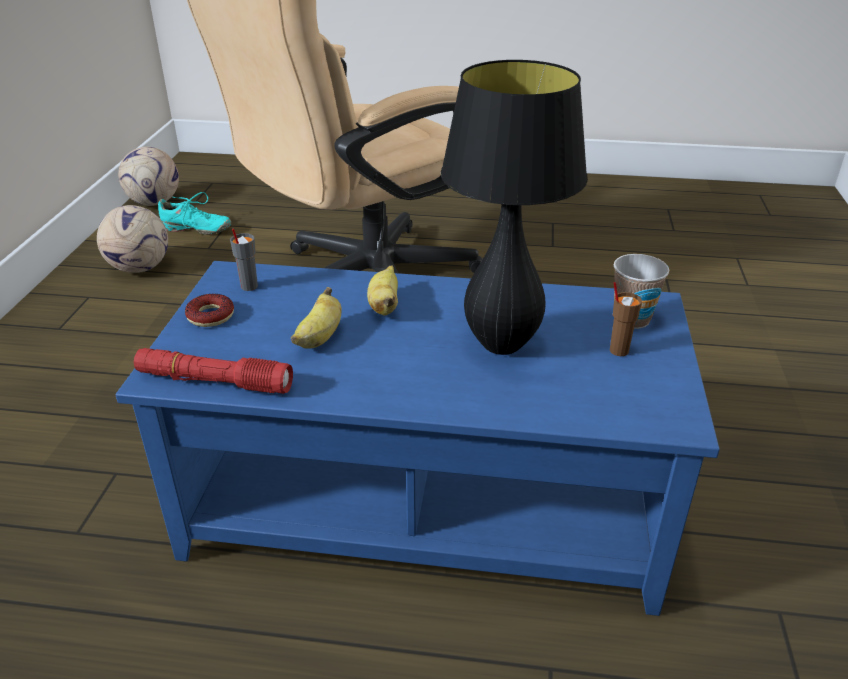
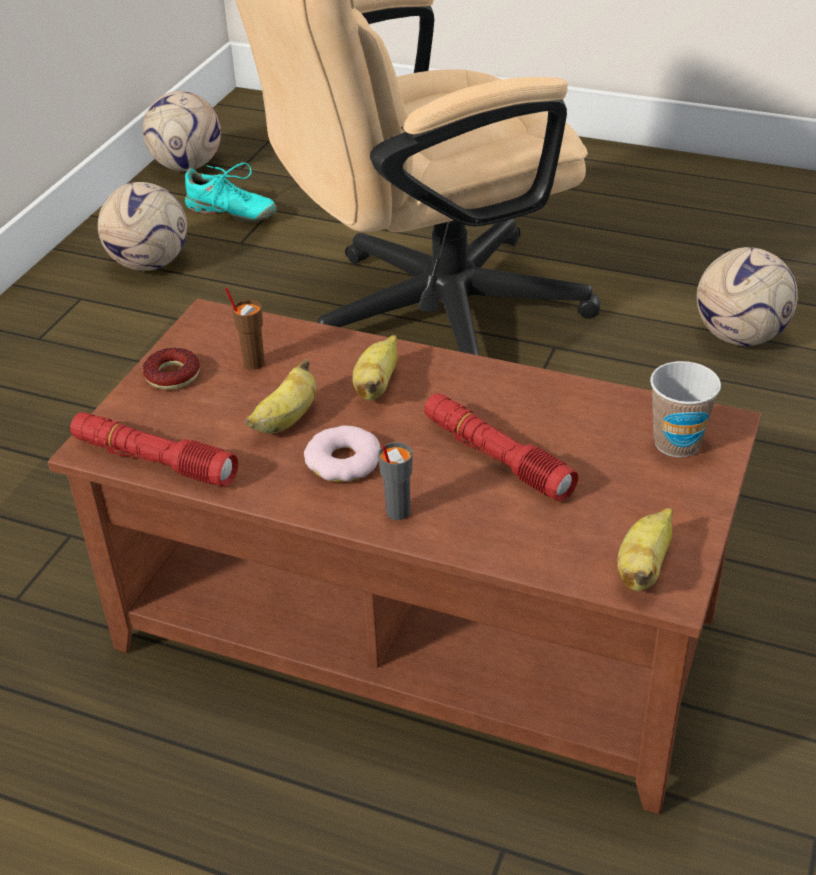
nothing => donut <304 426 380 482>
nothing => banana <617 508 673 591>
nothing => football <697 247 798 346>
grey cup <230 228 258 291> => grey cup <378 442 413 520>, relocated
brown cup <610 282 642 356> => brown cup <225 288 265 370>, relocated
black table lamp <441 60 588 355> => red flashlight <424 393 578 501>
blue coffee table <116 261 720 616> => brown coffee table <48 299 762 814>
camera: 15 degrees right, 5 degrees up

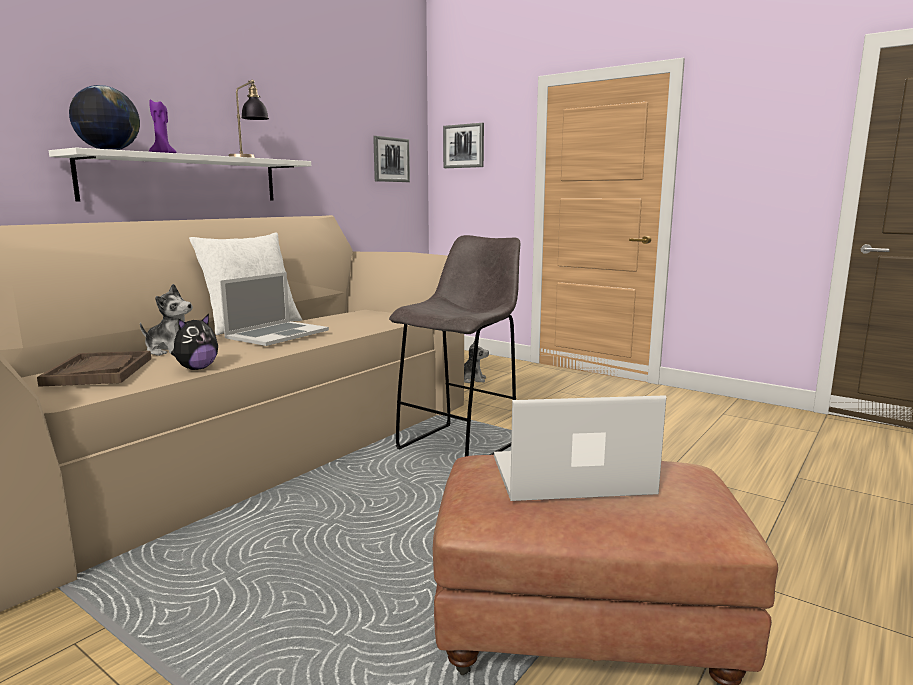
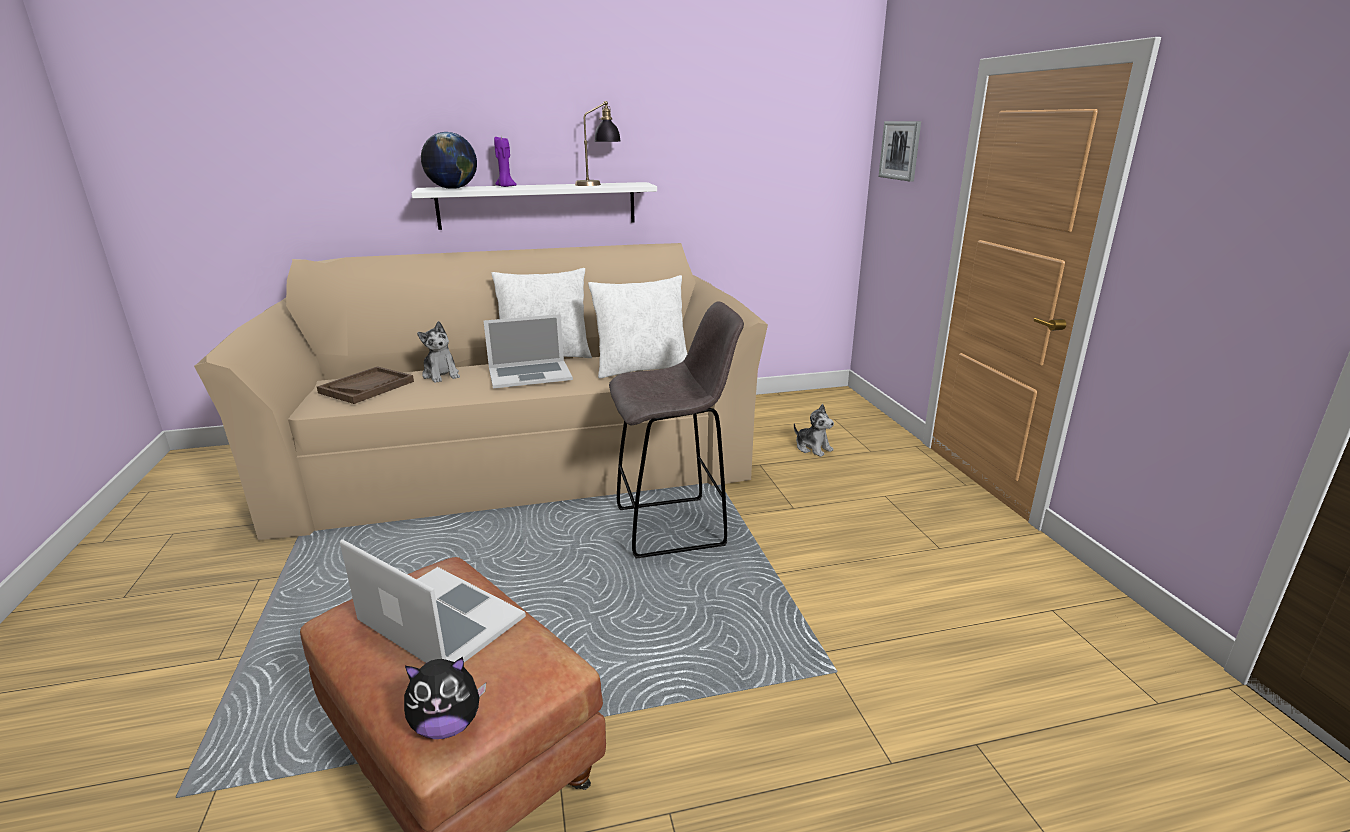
picture <373 136 410 182> => nothing
nothing => white pillow <588 275 687 379>
plush toy <171 314 218 370> => plush toy <404 657 486 739>, relocated
camera: 40 degrees right, 10 degrees up

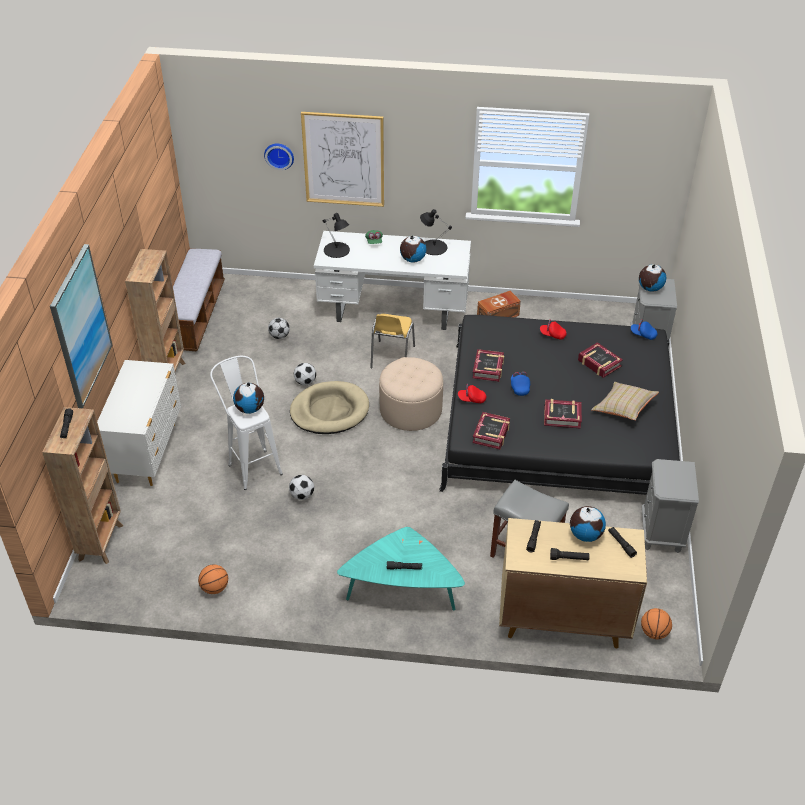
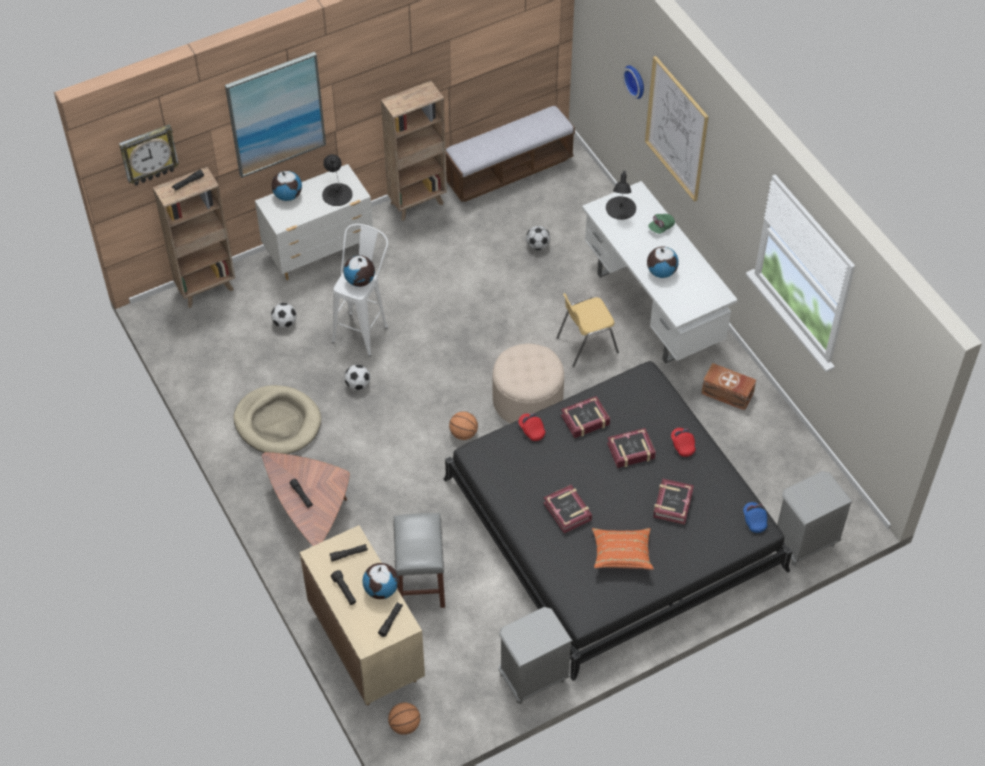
blue cap <511 372 530 396> => nothing
nothing => wall clock <119 125 179 186>
basketball <198 564 228 594> => basketball <449 411 478 440>, relocated
beige dog bed <290 381 369 434> => beige dog bed <233 385 321 454>, relocated
football <294 363 316 385> => football <271 303 297 328>, relocated
black table lamp <420 209 452 255> => black table lamp <322 154 353 206>, relocated
book <472 412 510 450> => book <607 428 656 468>, relocated
globe <639 264 666 292> => globe <271 171 302 201>, relocated
turquoise coffee table <337 527 465 611> => brown coffee table <262 452 350 546>
beige pillow <591 382 659 420> => orange pillow <592 528 654 570>
camera: 55 degrees right, 10 degrees up

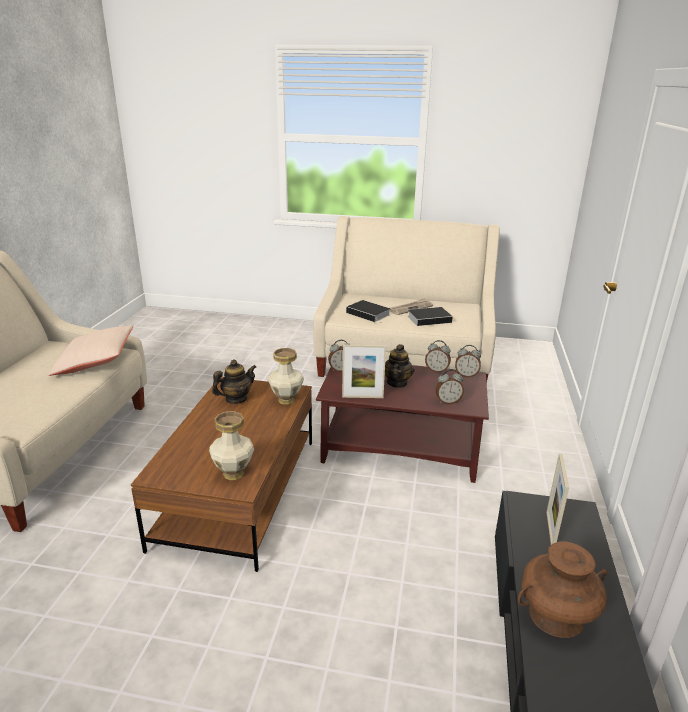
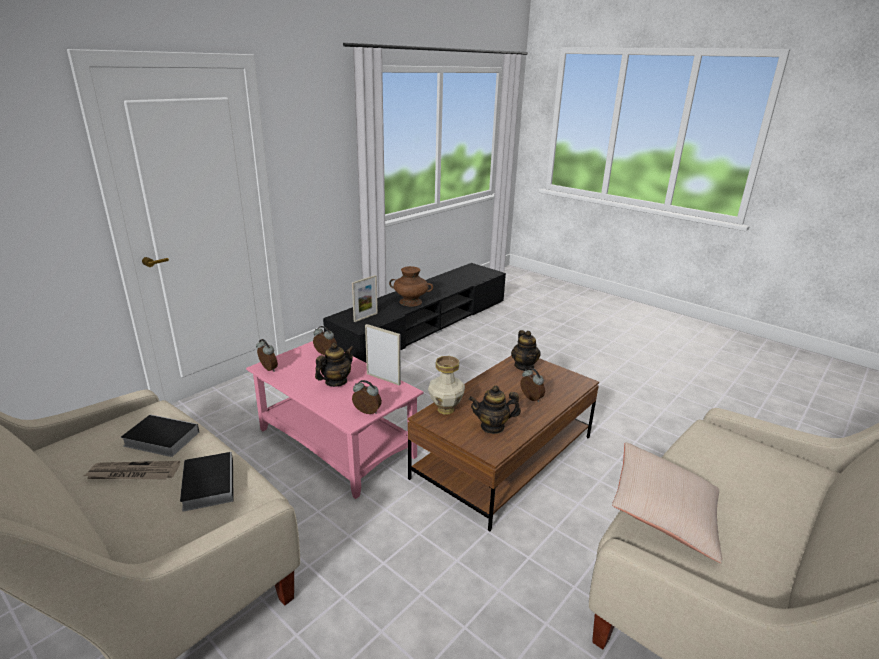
alarm clock <425 340 451 373> => alarm clock <520 368 545 402>, relocated
vase <209 411 254 480> => teapot <511 330 541 371>
brown coffee table <316 365 489 483> => pink coffee table <246 341 423 499>
camera: 150 degrees left, 0 degrees up

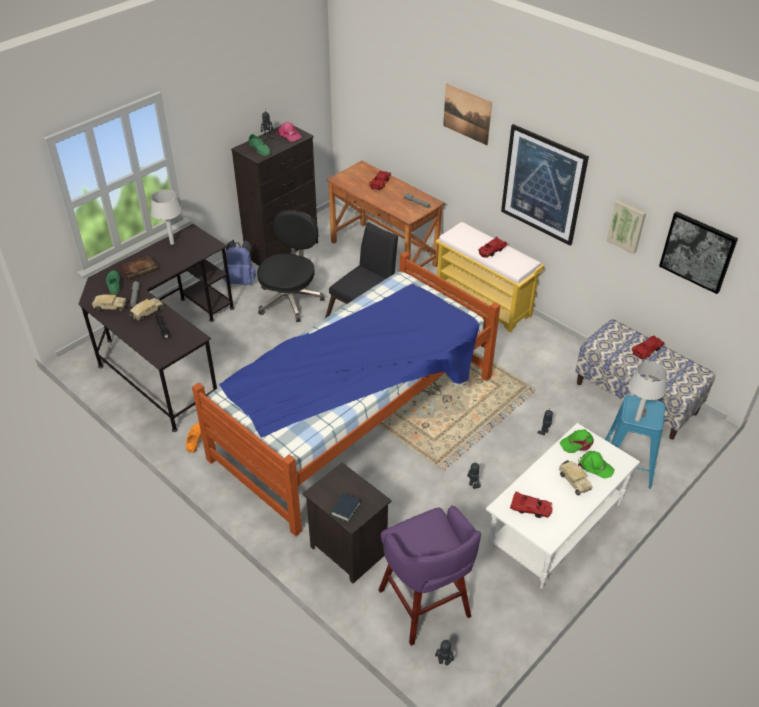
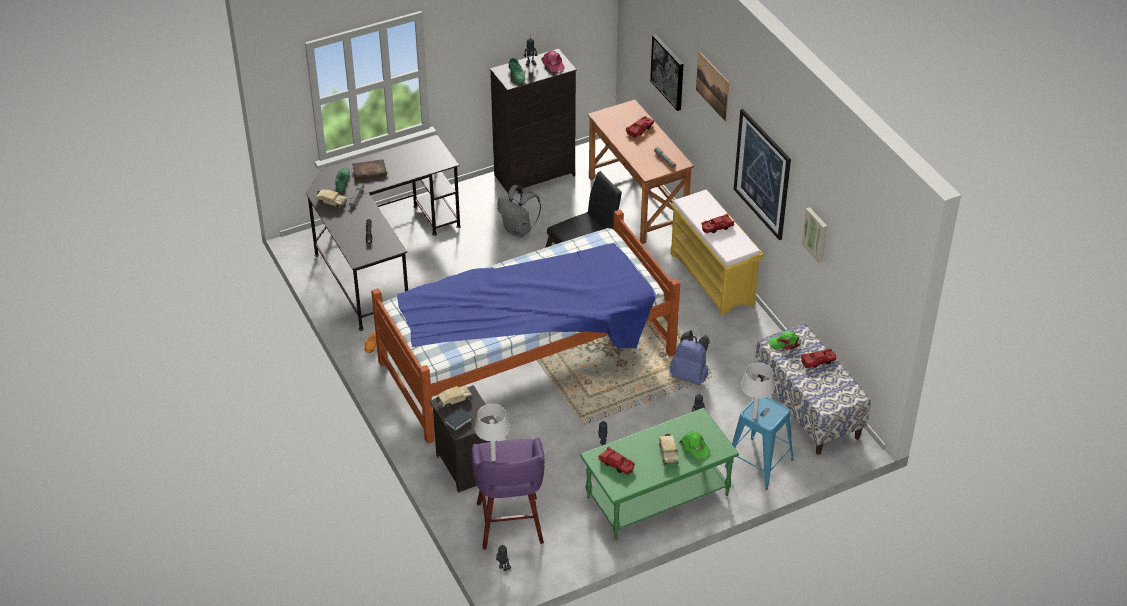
toy truck <129 298 163 321> => toy truck <436 386 472 408>, relocated
grey table lamp <151 190 181 245> => grey table lamp <475 404 510 461>, relocated
blue backpack <223 240 256 285> => blue backpack <670 330 710 385>, relocated
green cap <560 429 594 453> => green cap <769 331 801 350>, relocated
picture <659 211 738 294> => picture <650 34 684 111>, relocated
black office chair <257 210 325 322> => grey backpack <497 185 541 237>
white coffee table <486 423 640 589> => green coffee table <580 408 739 540>
camera: 20 degrees right, 0 degrees up

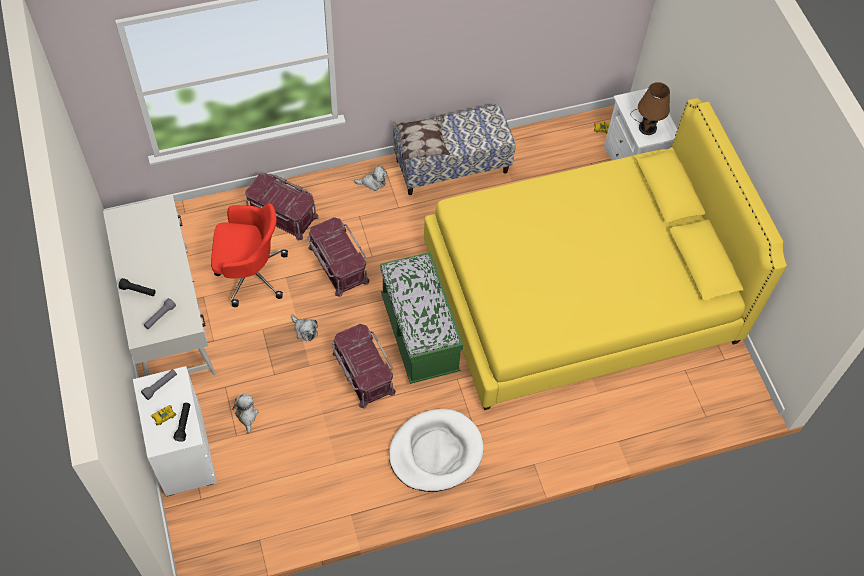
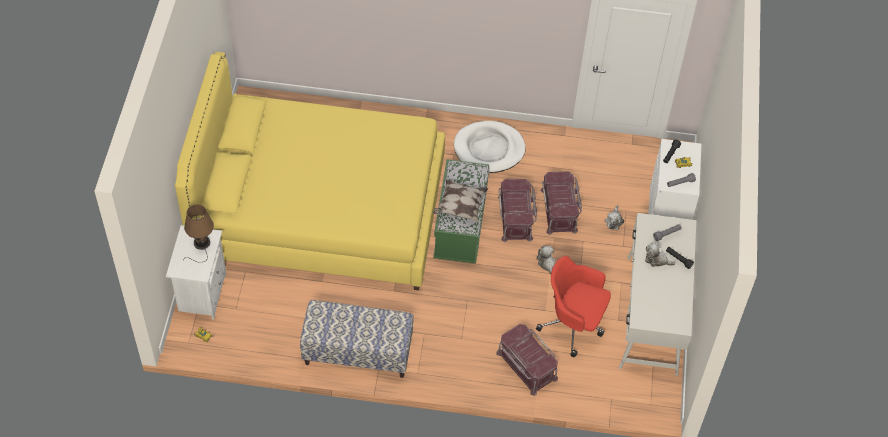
red storage box <308 217 369 297> => red storage box <540 171 582 235>, relocated
plush toy <354 165 388 191> => plush toy <645 242 675 267>, relocated
pillow <394 115 450 161> => pillow <433 179 488 223>, relocated
camera: 155 degrees left, 5 degrees down

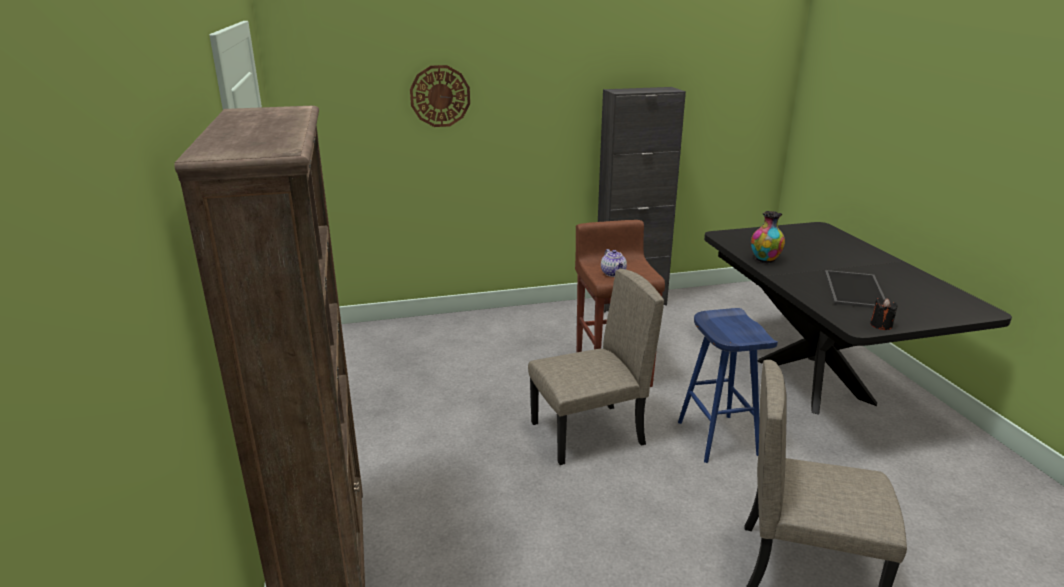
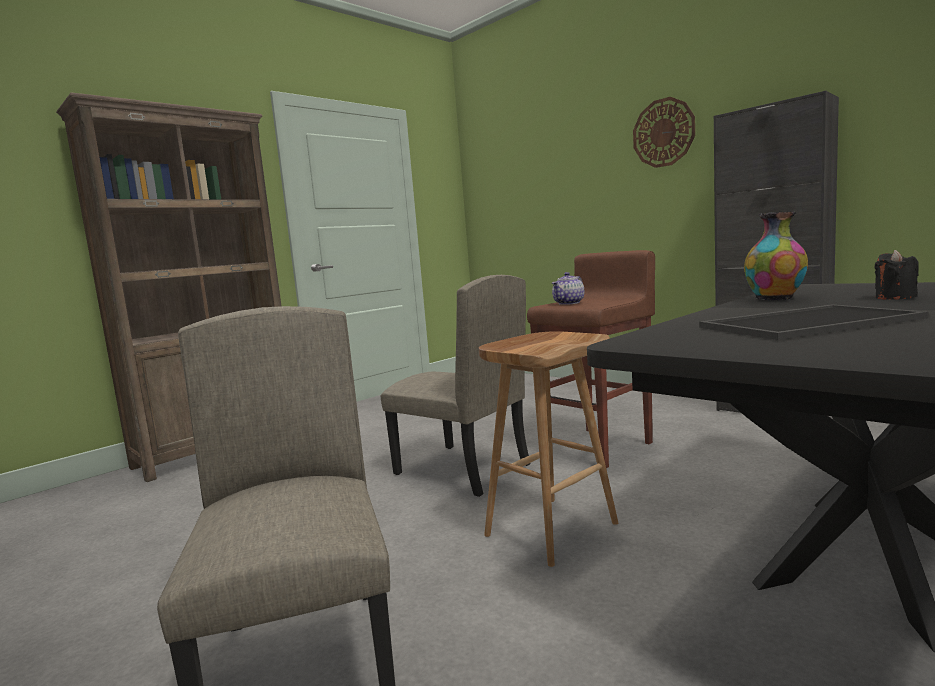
wall clock <410 65 470 127> => wall clock <633 97 695 168>, relocated
black candle <870 297 898 330> => black candle <874 250 919 300>, relocated
blue stool <678 308 778 463> => brown stool <479 331 618 567>
camera: 60 degrees right, 15 degrees down

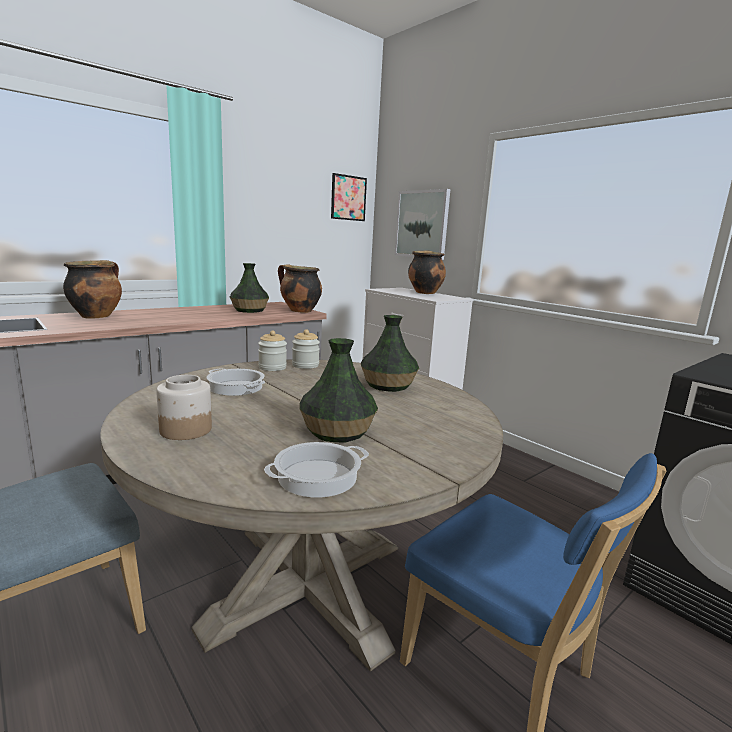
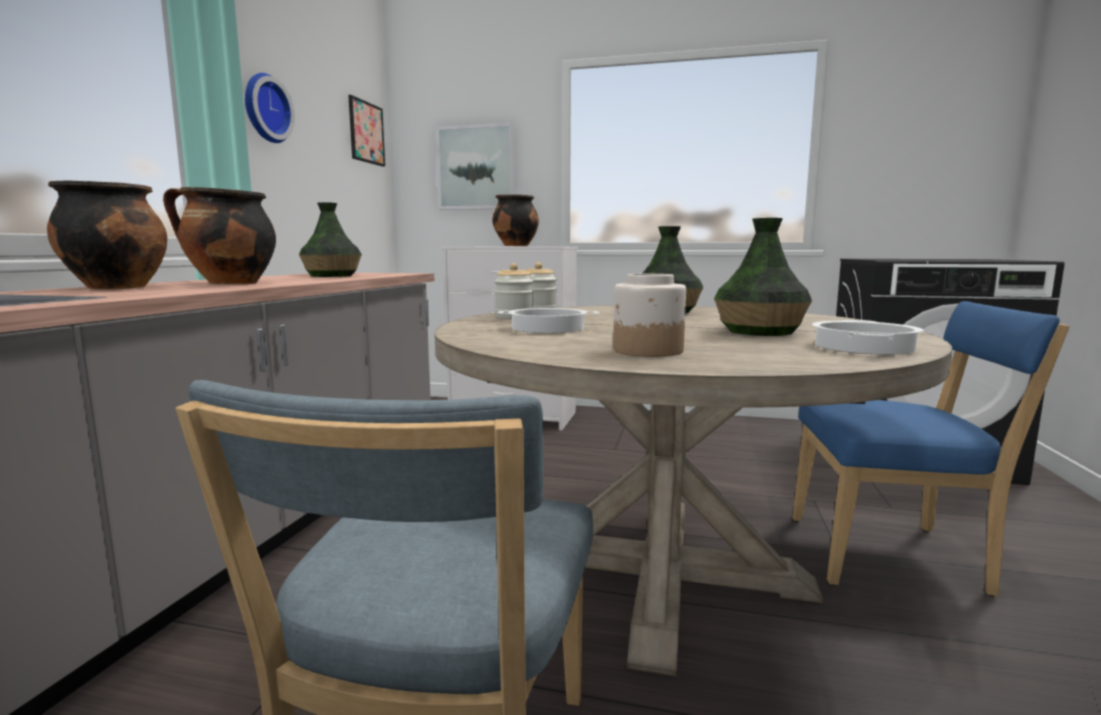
nothing => wall clock <245 73 295 143>
cooking pot <278 264 322 313> => cooking pot <163 187 276 284>, relocated
camera: 35 degrees left, 5 degrees down

